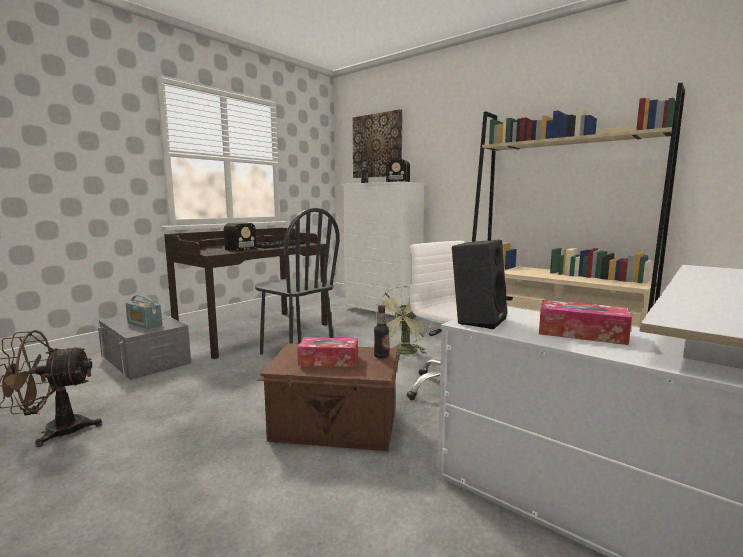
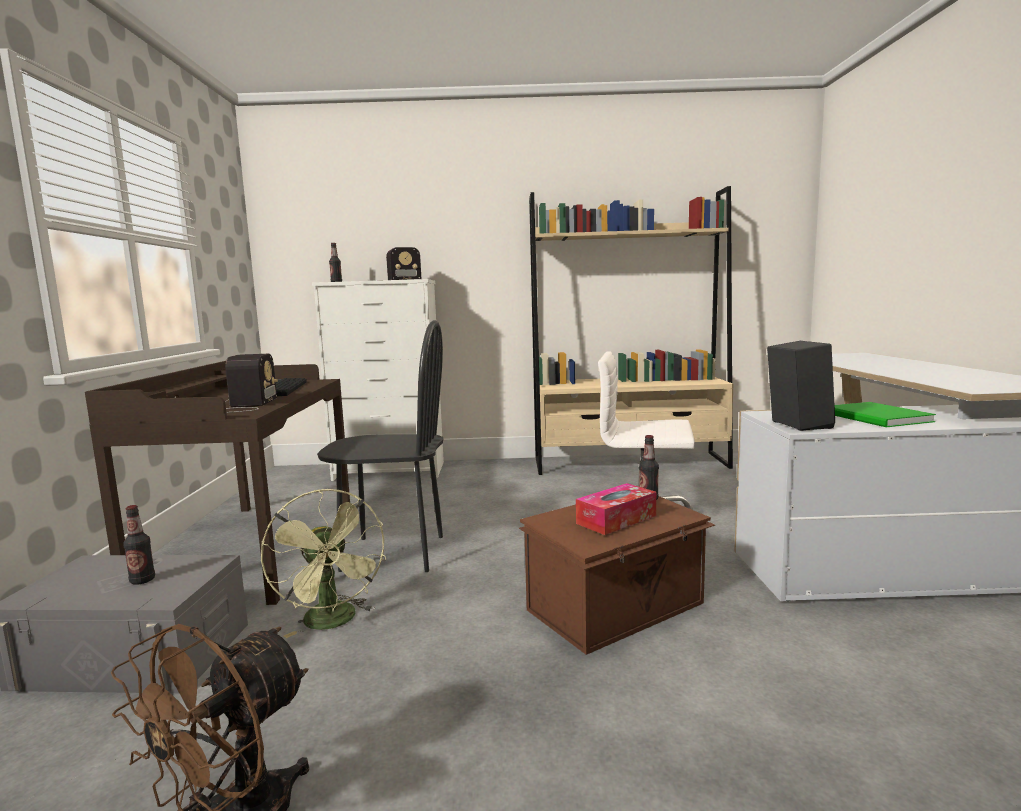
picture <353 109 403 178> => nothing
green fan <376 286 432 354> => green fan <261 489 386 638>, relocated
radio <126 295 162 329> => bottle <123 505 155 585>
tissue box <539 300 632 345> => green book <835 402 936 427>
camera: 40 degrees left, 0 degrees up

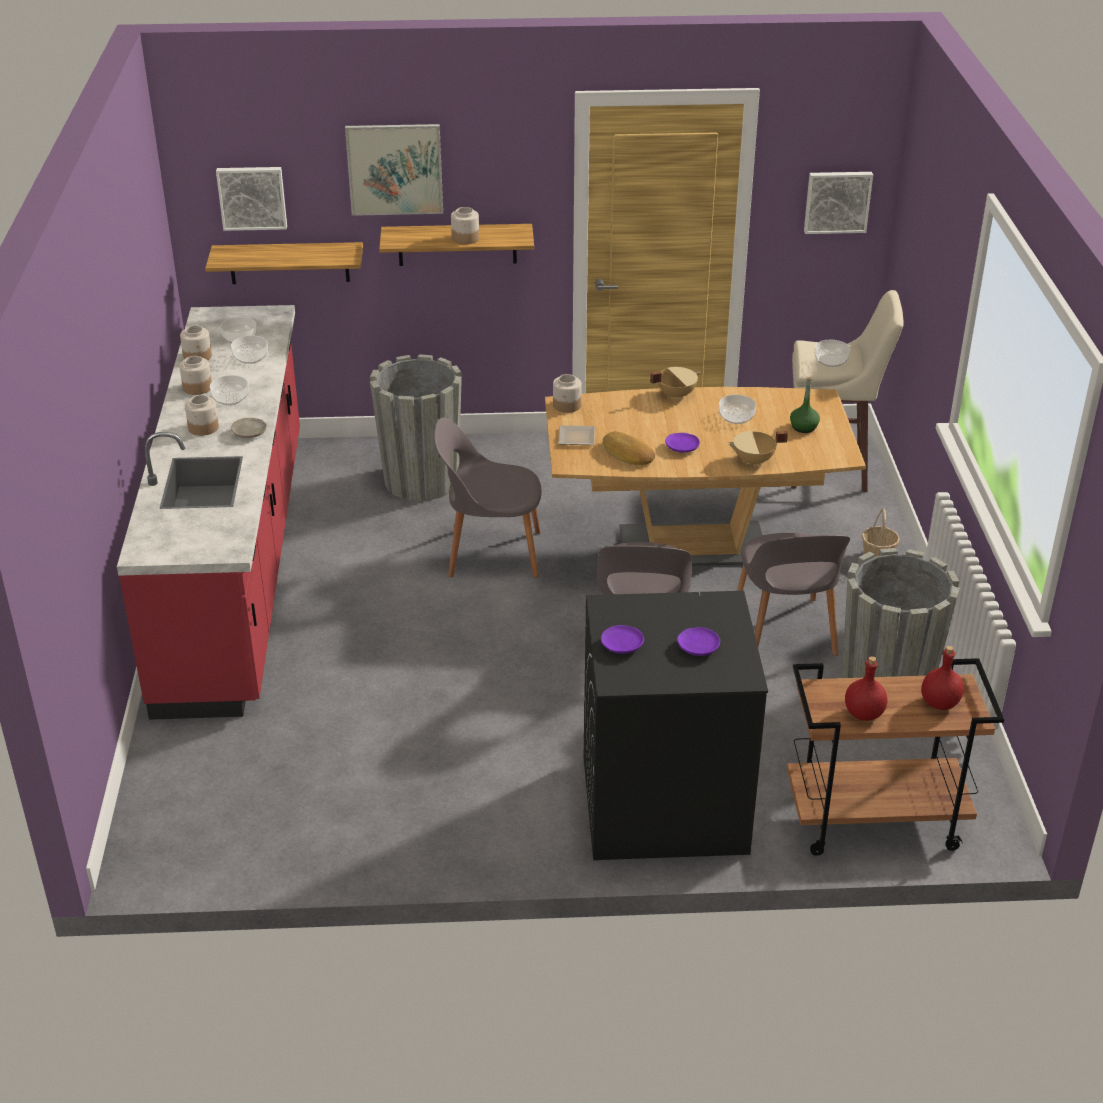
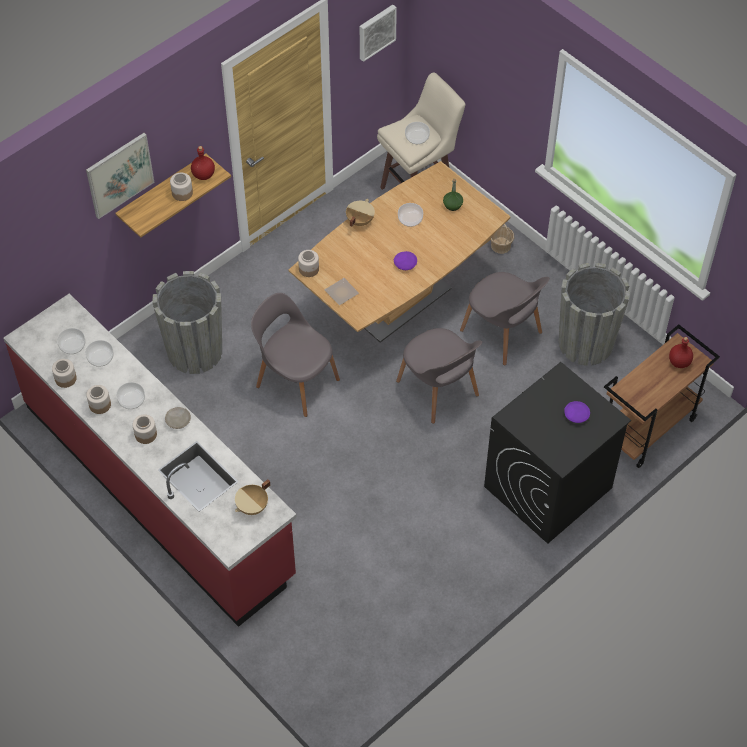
shelf <205 242 363 284> => nothing
picture <216 167 287 231> => nothing
purple plate <601 625 644 654> => nothing
bread <603 431 655 465> => nothing
beige cooking pot <728 431 788 467> => beige cooking pot <235 479 270 515>, relocated
red bottle <845 656 887 721> => red bottle <191 146 215 180>, relocated
grey chair <434 418 542 578> => grey chair <251 293 340 417>, 75 degrees clockwise
camera: 40 degrees left, 20 degrees up

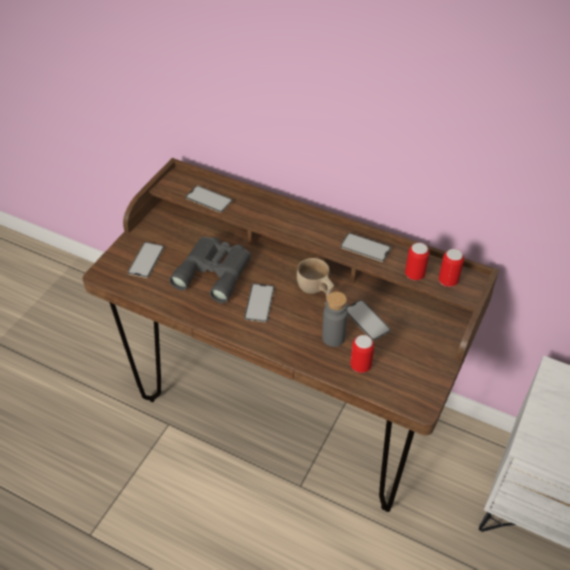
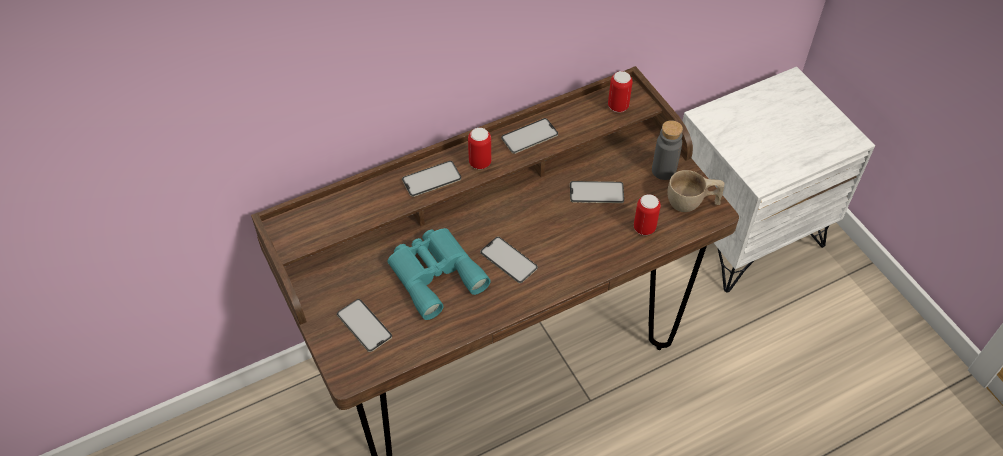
phone <185 186 232 213> => phone <402 161 461 197>, relocated
beige cup <297 258 334 305> => beige cup <668 170 724 212>, relocated
grey bottle <322 292 348 347> => grey bottle <652 120 683 180>, relocated
can <405 243 430 281> => can <468 128 491 169>, relocated
grey binoculars <169 237 251 303> => turquoise binoculars <388 228 491 320>
camera: 55 degrees left, 5 degrees up

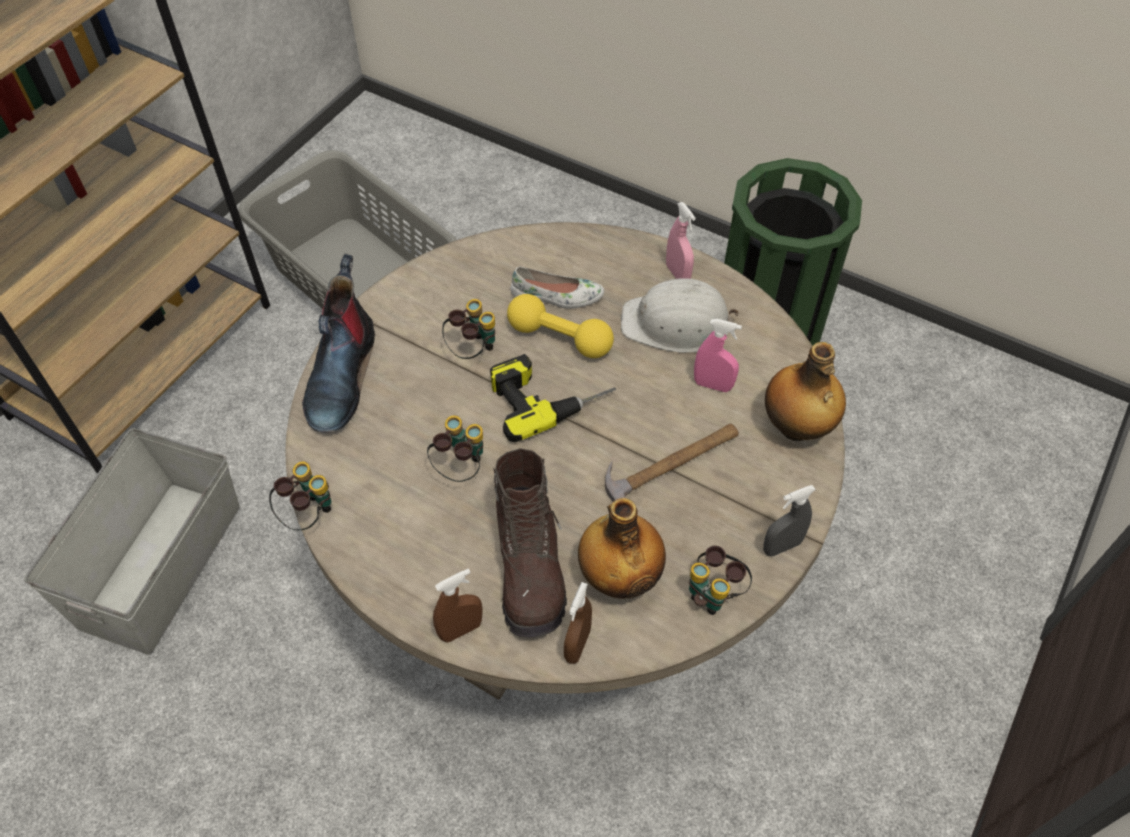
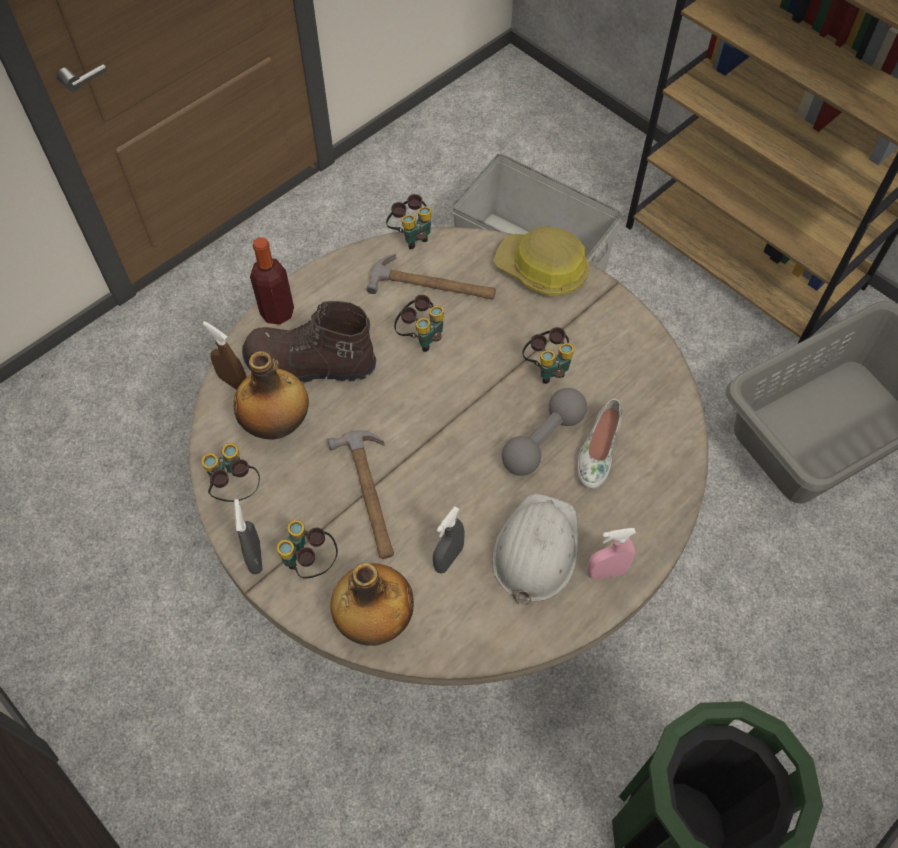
power drill <490 354 616 442> => nothing
nothing => binoculars <277 520 338 578>
nothing => hammer <366 254 496 299>
boot <302 254 375 433> => hard hat <494 227 589 296>
brown spray bottle <433 568 483 643> => bottle <250 237 294 325>
yellow dumbbell <507 294 614 358> => grey dumbbell <502 388 587 476>
pink spray bottle <694 319 742 392> => grey spray bottle <433 506 465 573>
camera: 105 degrees right, 5 degrees up

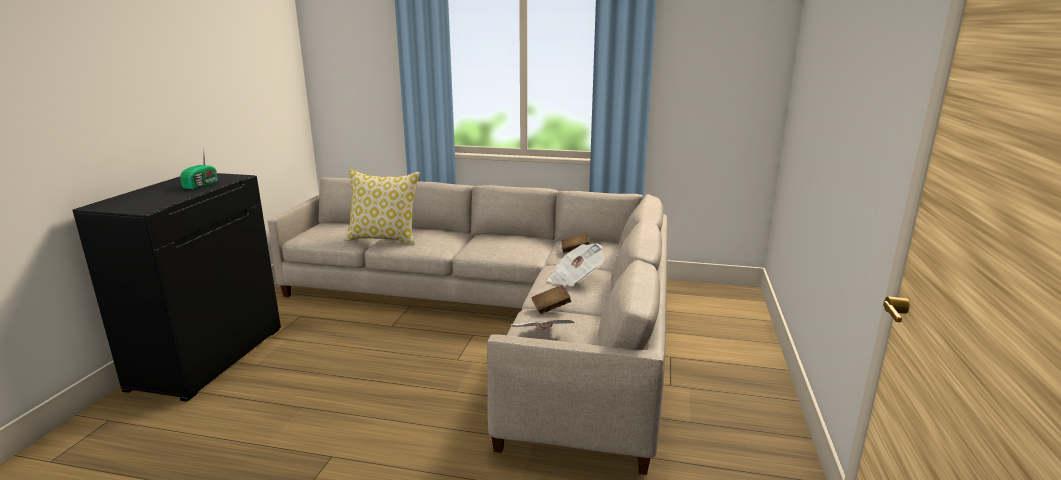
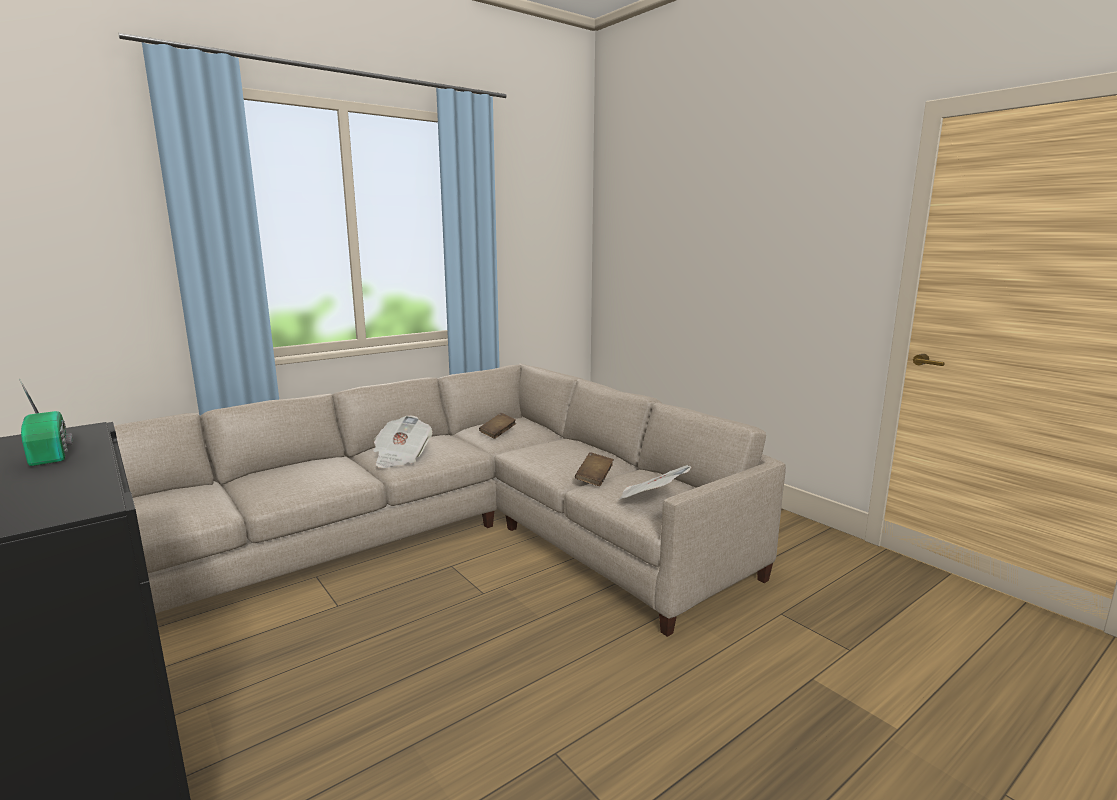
pillow <345 169 420 245> => nothing
newspaper <548 243 605 287> => newspaper <373 415 433 468>, relocated
camera: 50 degrees left, 5 degrees down

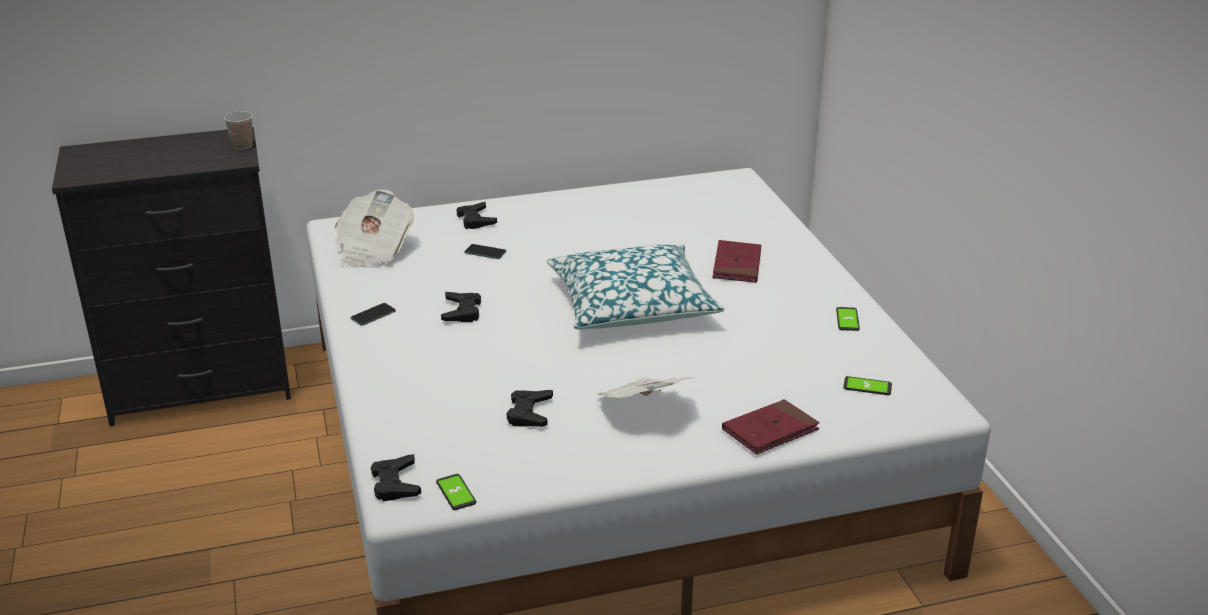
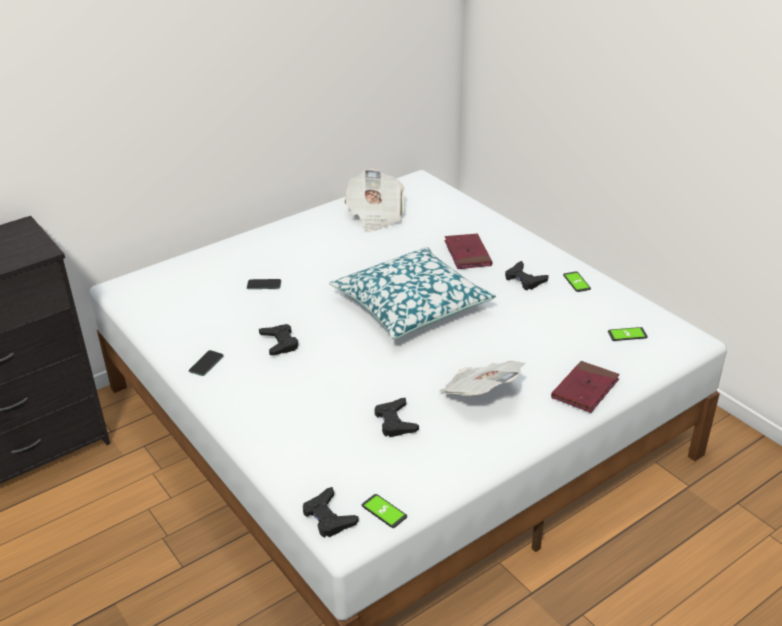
cup <224 111 253 150> => nothing
newspaper <335 189 414 268> => newspaper <344 168 404 232>, relocated
black game controller <456 202 497 229> => black game controller <505 261 549 290>, relocated
camera: 20 degrees left, 5 degrees up

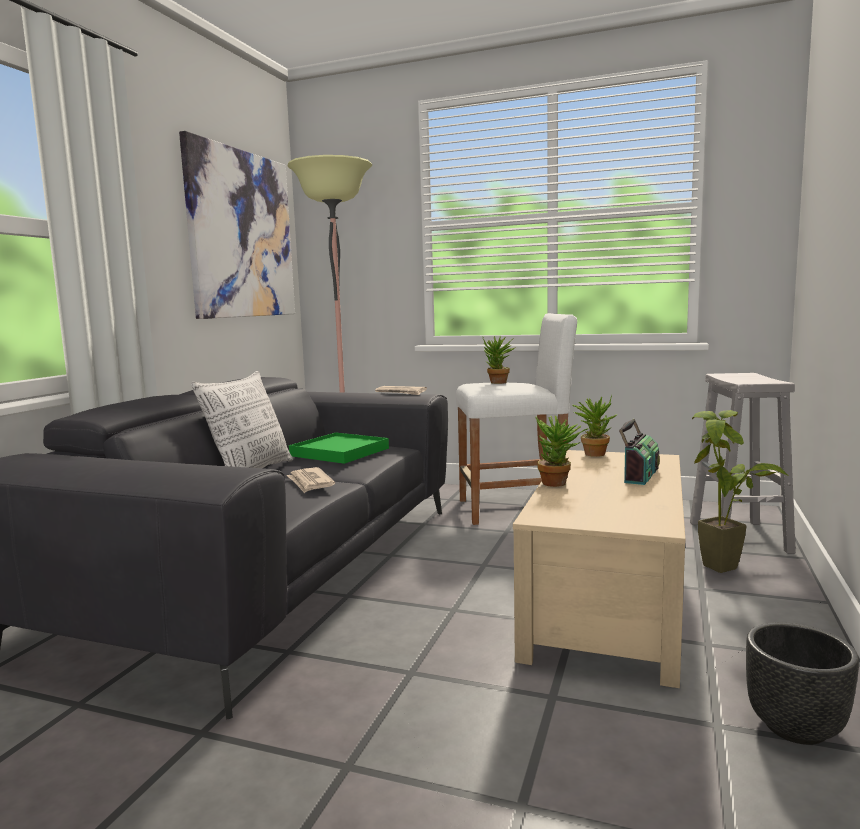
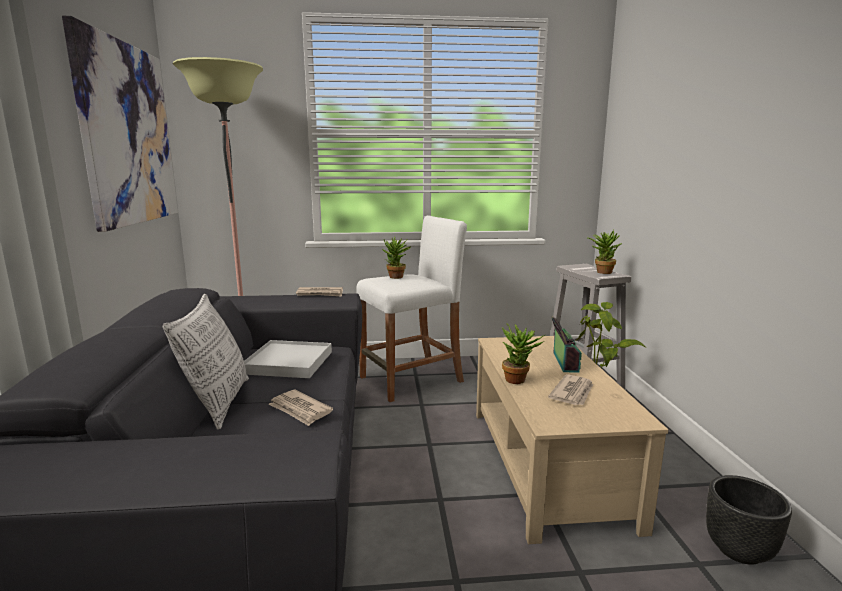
nothing => newspaper <548 374 593 405>
potted plant <572 395 617 457> => potted plant <588 230 622 274>, relocated
green tray <289 432 389 464> => white tray <244 340 332 378>
camera: 25 degrees left, 5 degrees up

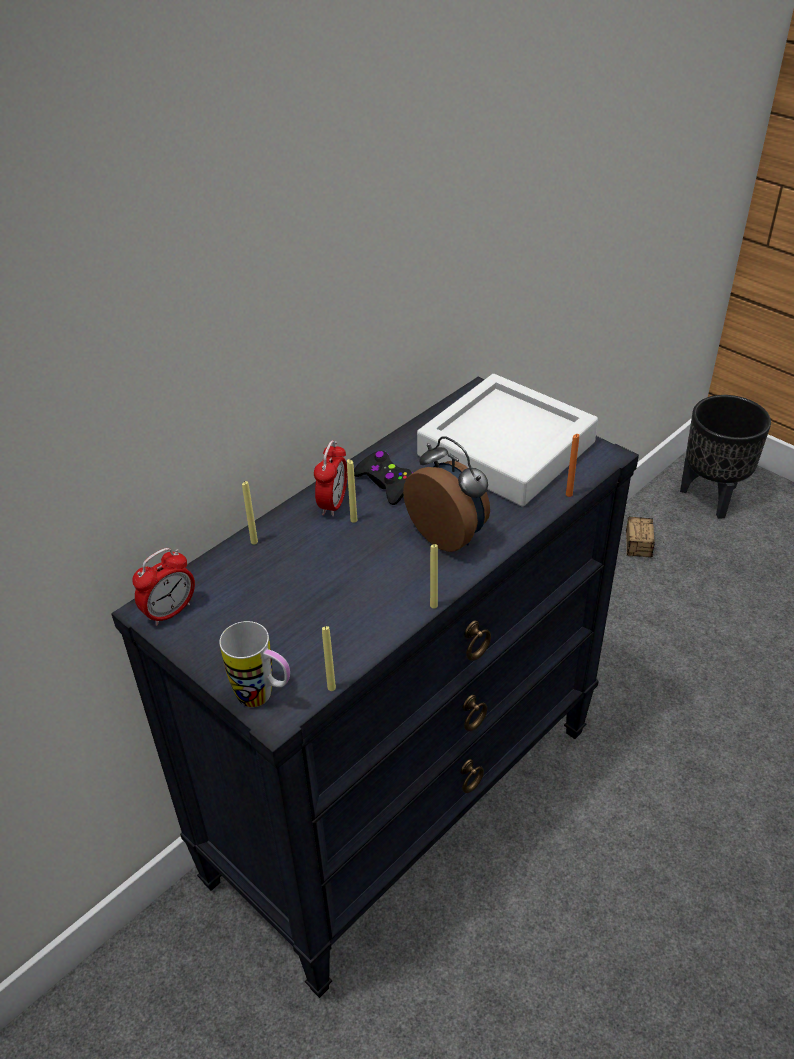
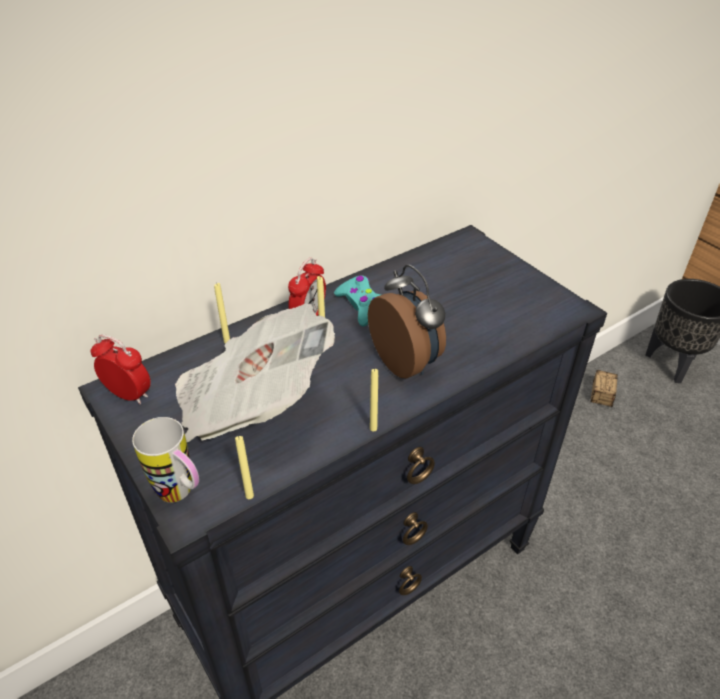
white tray <417 374 598 507> => nothing
orange candle <566 434 579 497> => nothing
nothing => newspaper <175 304 335 442>
black game controller <354 451 413 505> => turquoise game controller <334 275 381 326>
alarm clock <132 548 195 626> => alarm clock <90 334 151 404>, 120 degrees counterclockwise
camera: 10 degrees right, 0 degrees up

